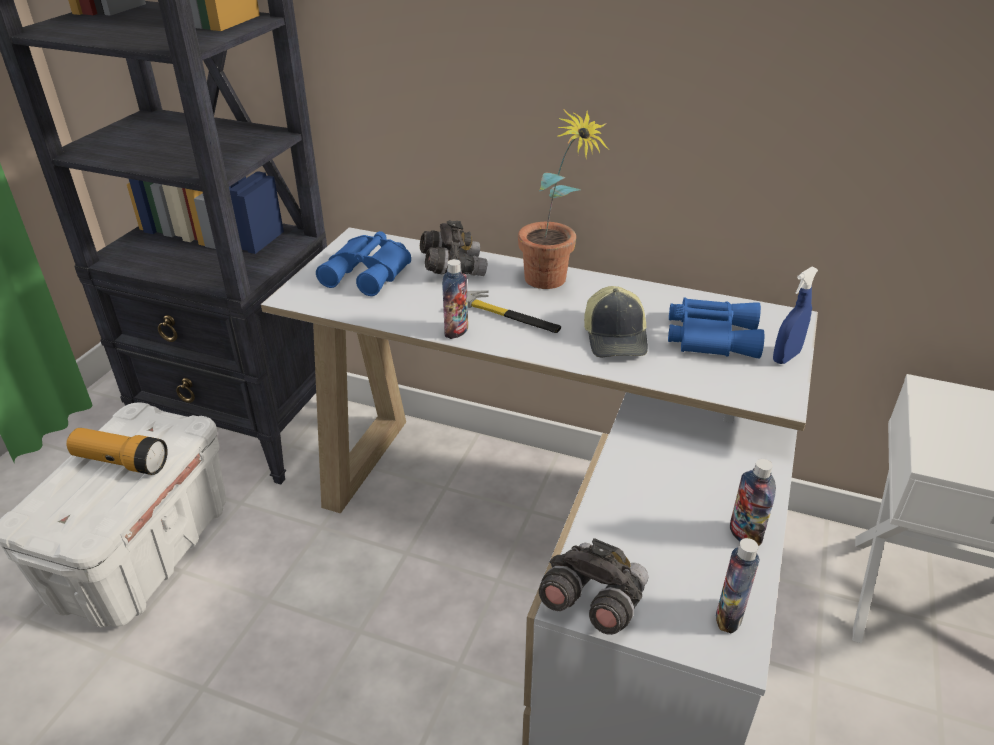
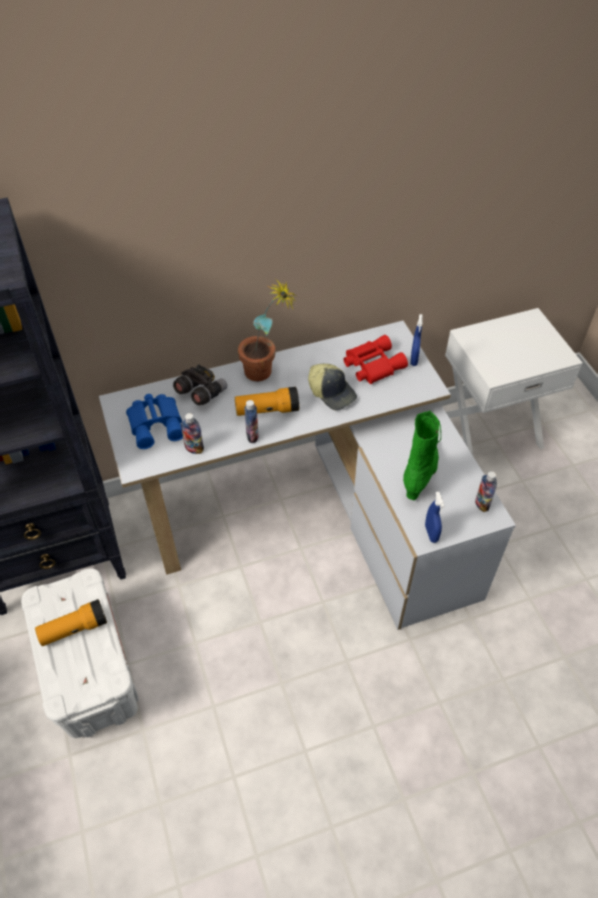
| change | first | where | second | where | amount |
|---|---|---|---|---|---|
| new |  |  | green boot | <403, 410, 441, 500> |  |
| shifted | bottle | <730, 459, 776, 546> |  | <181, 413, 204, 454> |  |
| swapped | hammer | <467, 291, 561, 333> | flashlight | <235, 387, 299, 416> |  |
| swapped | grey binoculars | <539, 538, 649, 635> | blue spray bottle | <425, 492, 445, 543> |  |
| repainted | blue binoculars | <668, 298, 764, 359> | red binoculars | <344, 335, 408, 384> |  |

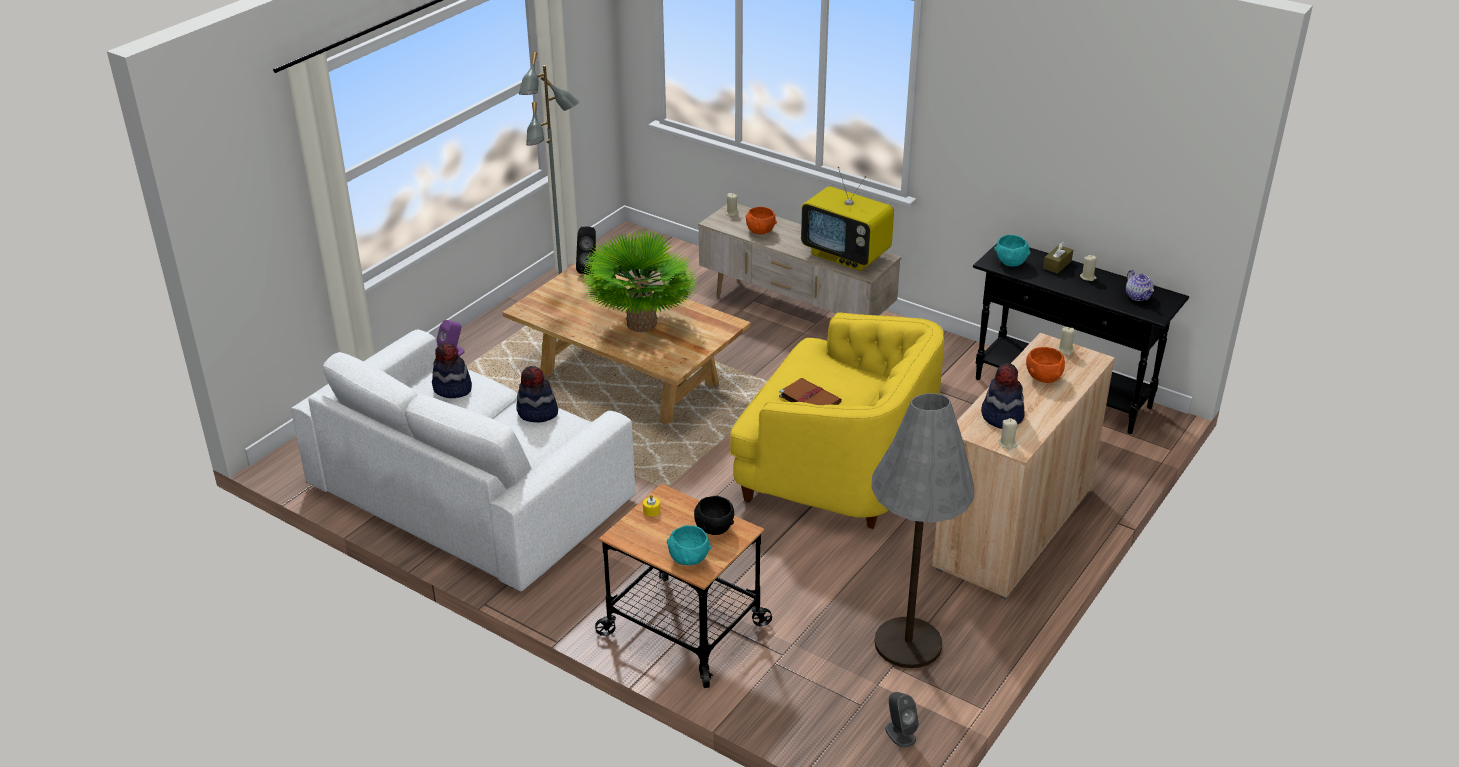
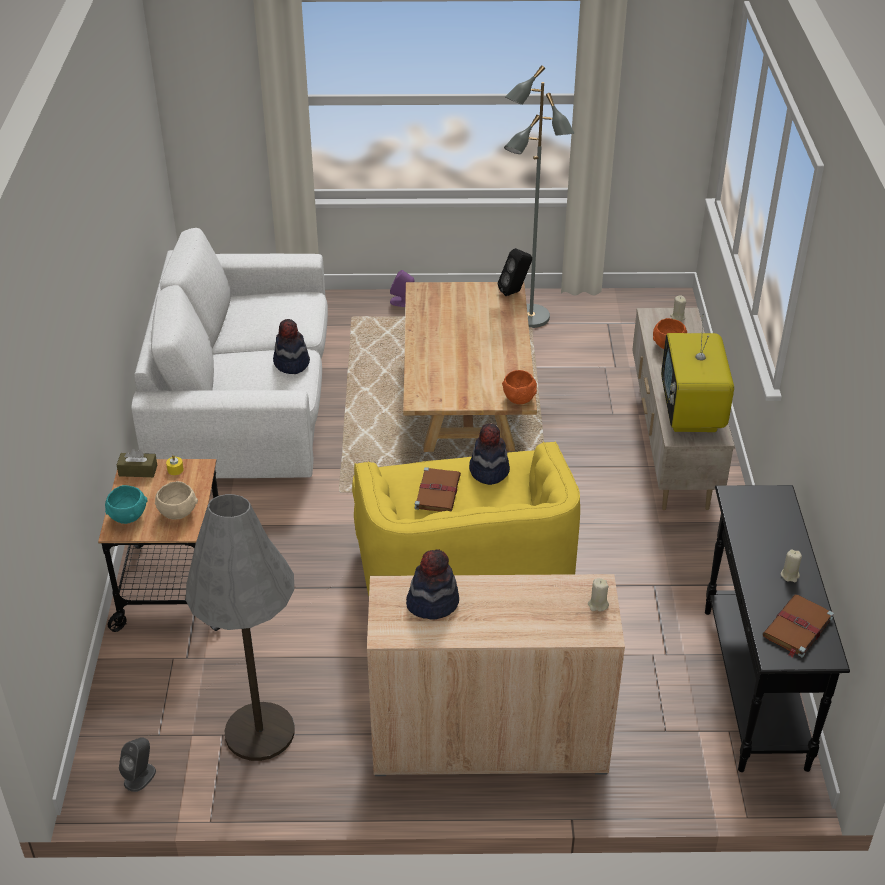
| change | first | where | second | where | amount |
|---|---|---|---|---|---|
| gone | potted plant | <580, 229, 697, 332> |  |  |  |
| gone | turquoise bowl | <994, 235, 1030, 267> |  |  |  |
| gone | beige candle | <999, 418, 1017, 450> |  |  |  |
| shifted | hat | <432, 342, 472, 398> |  | <469, 423, 510, 485> |  |
| shifted | orange bowl | <1026, 347, 1065, 383> |  | <502, 370, 537, 404> |  |
| shifted | brown tissue box | <1043, 242, 1073, 274> |  | <117, 449, 157, 477> |  |
| swapped | teapot | <1126, 270, 1154, 301> | brown book | <763, 594, 834, 657> |  |
| repainted | black bowl | <694, 496, 734, 535> | beige bowl | <155, 481, 198, 520> |  |

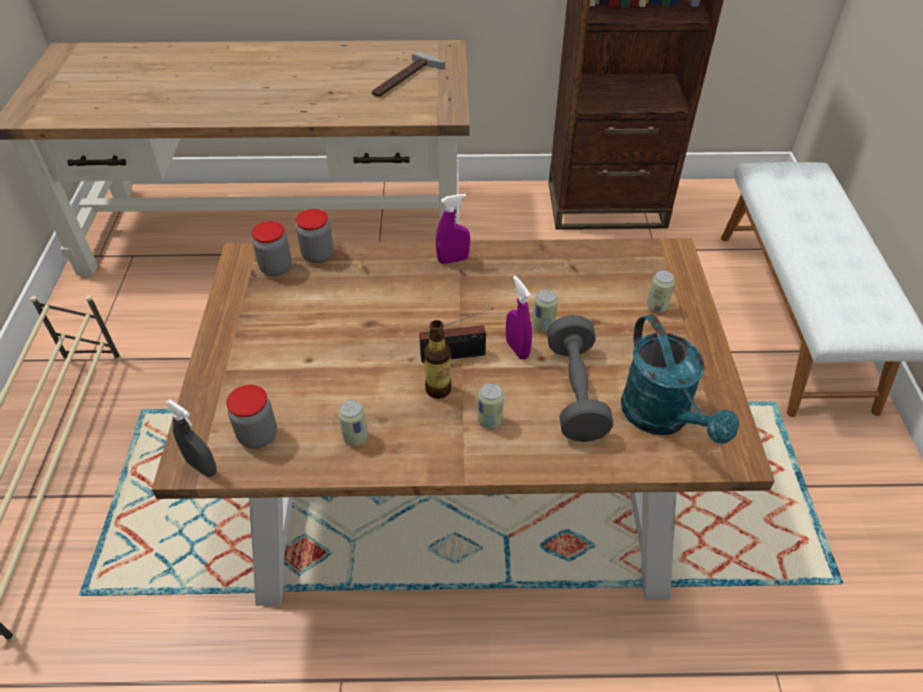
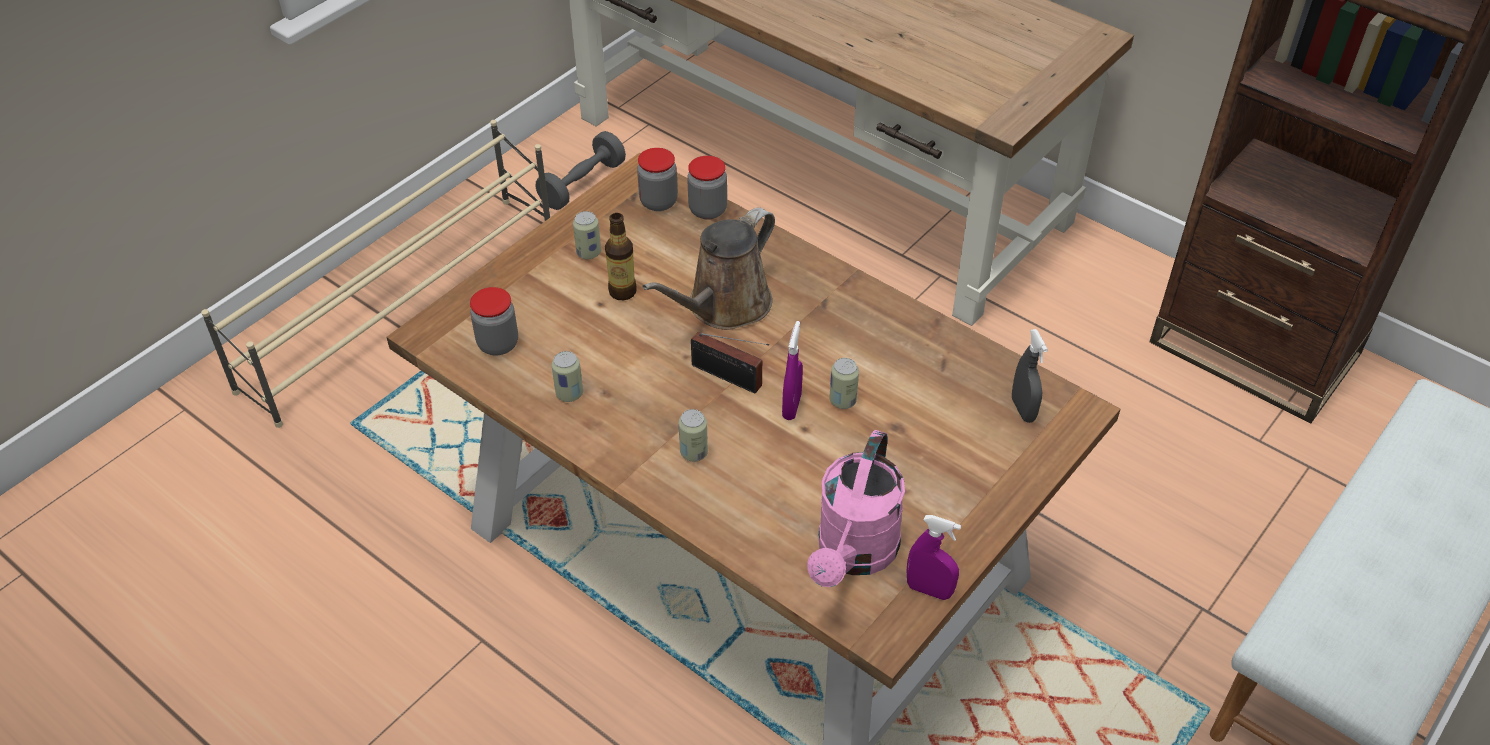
| change | first | where | second | where | amount |
|---|---|---|---|---|---|
| gone | hammer | <372, 51, 445, 97> |  |  |  |
| new |  |  | brown watering can | <642, 207, 775, 330> |  |
| shifted | grey spray bottle | <165, 399, 217, 477> |  | <1012, 329, 1048, 423> |  |
| shifted | bottle | <424, 320, 452, 399> |  | <605, 213, 636, 300> |  |
| shifted | purple spray bottle | <436, 194, 470, 264> |  | <907, 515, 961, 600> |  |
| shifted | grey dumbbell | <547, 315, 613, 442> |  | <536, 131, 626, 210> |  |
| shifted | can | <647, 270, 675, 312> |  | <573, 211, 601, 259> |  |
| repainted | turquoise watering can | <621, 315, 739, 444> | pink watering can | <807, 430, 905, 587> |  |

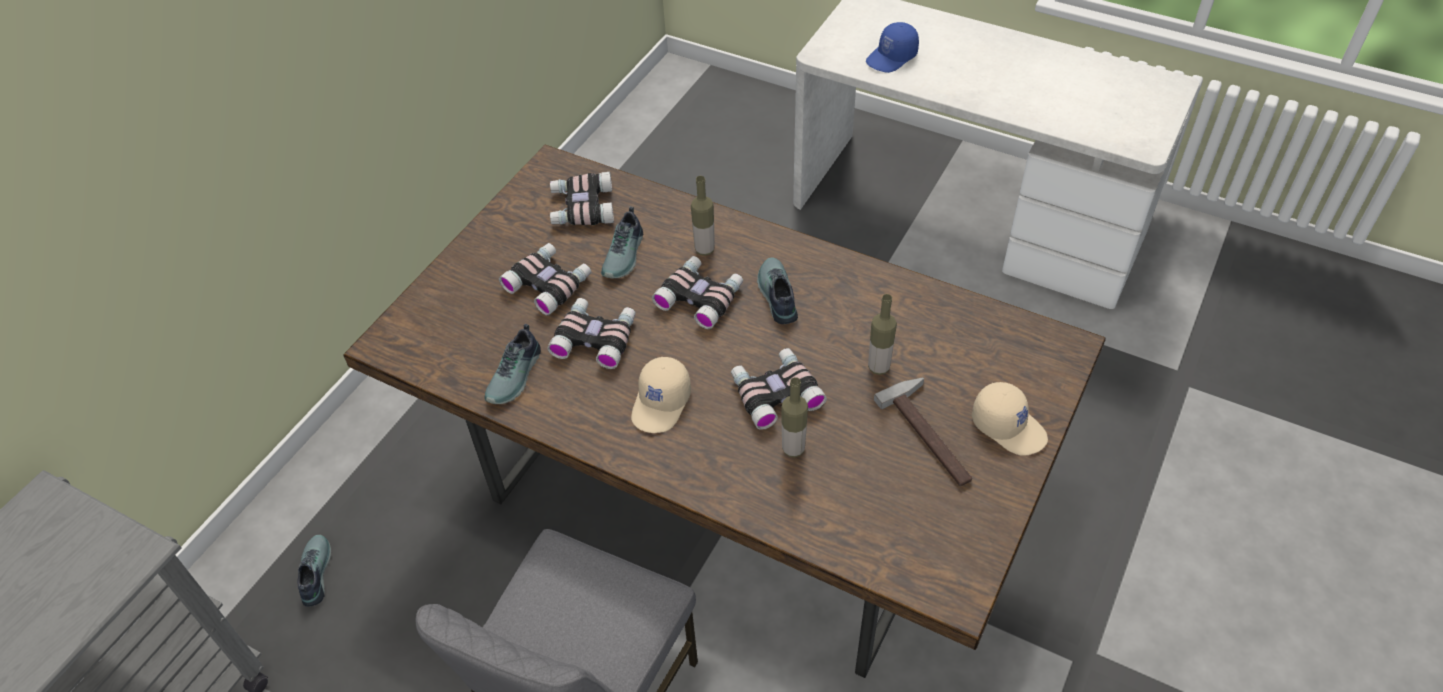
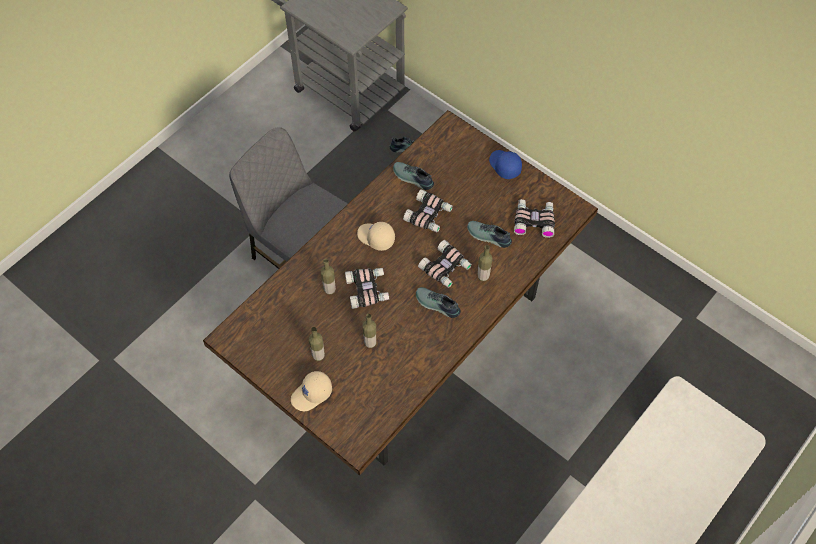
| change | first | where | second | where | amount |
|---|---|---|---|---|---|
| gone | binoculars | <499, 243, 591, 316> |  |  |  |
| shifted | blue cap | <866, 22, 919, 73> |  | <489, 150, 522, 179> |  |
| swapped | hammer | <874, 377, 972, 486> | bottle | <309, 327, 325, 361> |  |
| rotated | shoe | <757, 257, 798, 324> |  | <416, 287, 461, 318> | 150 degrees counterclockwise |

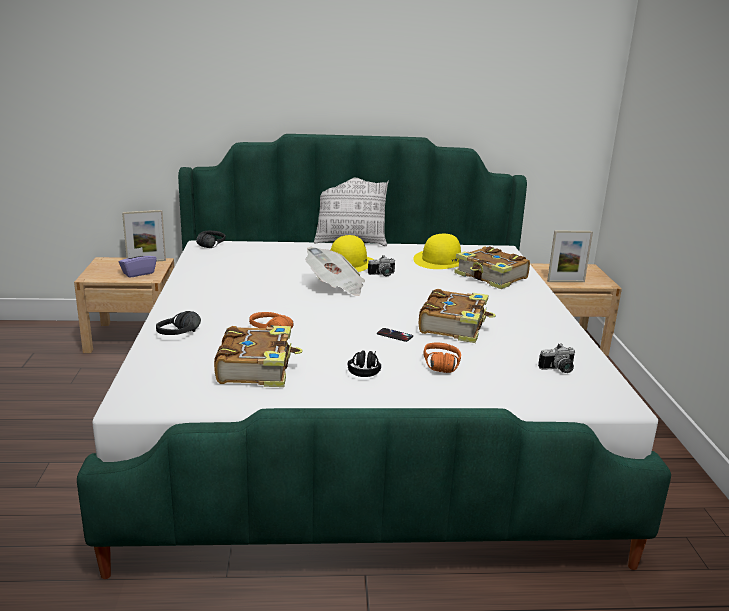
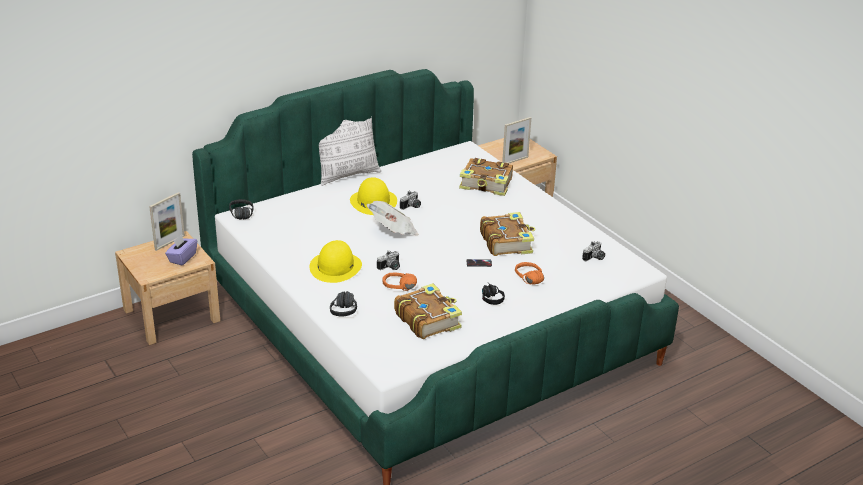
| change | first | where | second | where | amount |
|---|---|---|---|---|---|
| new |  |  | photo camera | <377, 250, 400, 270> |  |
| shifted | yellow hat | <413, 234, 461, 269> |  | <309, 240, 362, 283> |  |

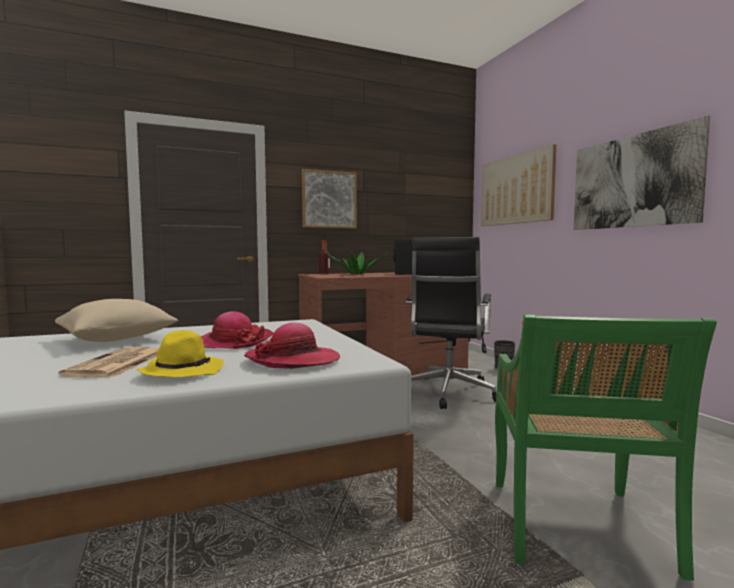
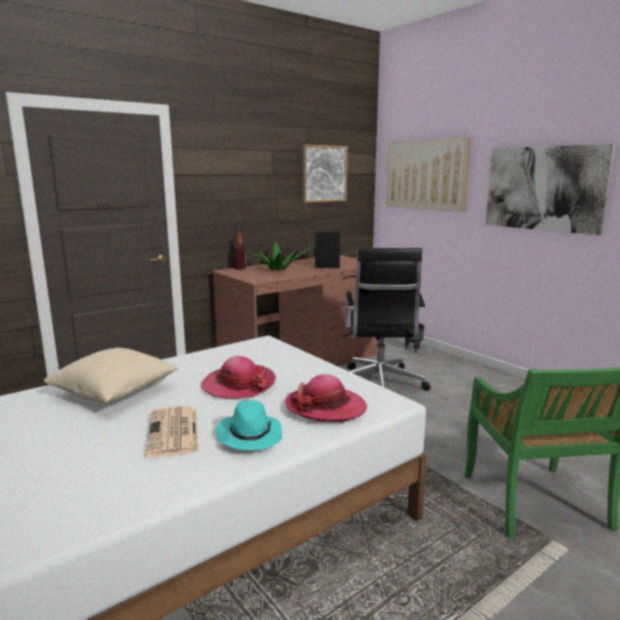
| change | first | where | second | where | amount |
|---|---|---|---|---|---|
| shifted | picture | <302, 169, 357, 228> |  | <303, 144, 348, 203> |  |
| repainted | yellow hat | <137, 330, 224, 377> | turquoise hat | <216, 400, 282, 450> |  |

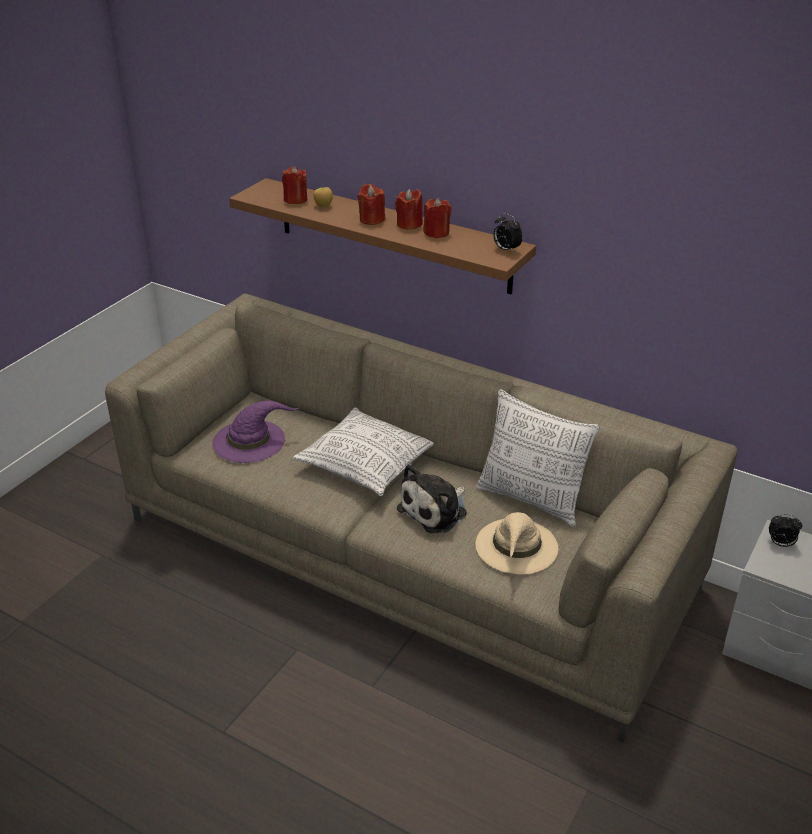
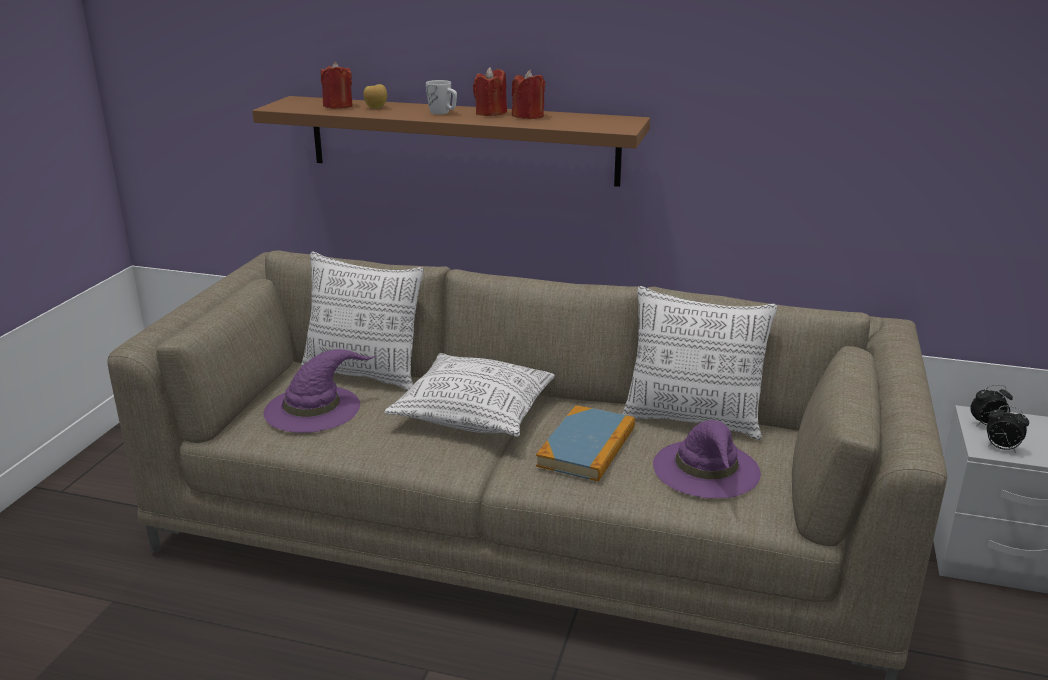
| change | first | where | second | where | amount |
|---|---|---|---|---|---|
| new |  |  | pillow | <301, 252, 424, 391> |  |
| shifted | alarm clock | <493, 213, 523, 252> |  | <987, 406, 1029, 453> |  |
| swapped | red candle | <358, 184, 385, 225> | white mug | <426, 80, 457, 115> |  |
| swapped | plush toy | <397, 464, 467, 534> | book | <536, 405, 635, 481> |  |
| repainted | beige hat | <476, 512, 558, 574> | purple hat | <653, 420, 761, 498> |  |

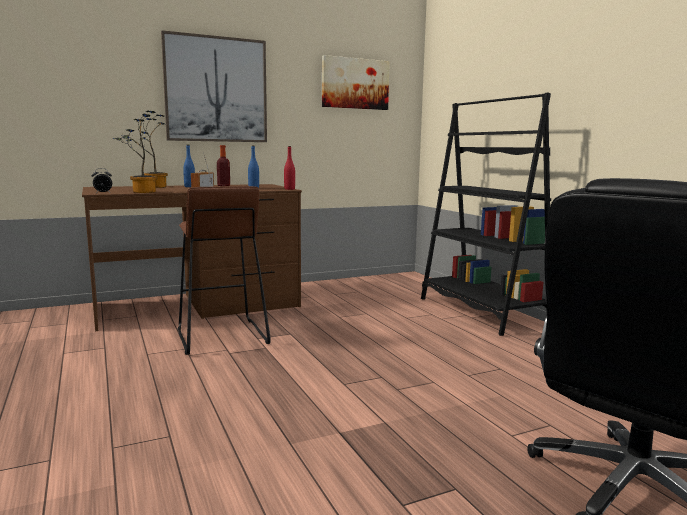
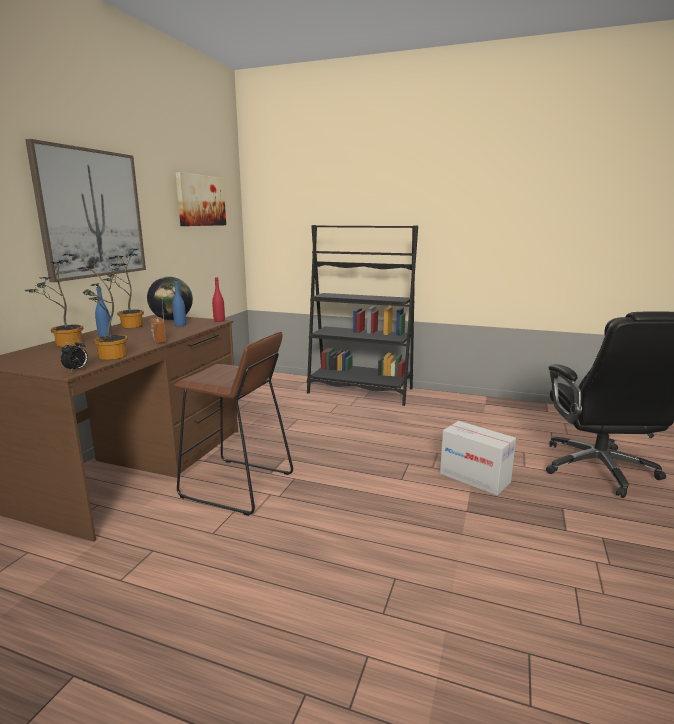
| change | first | where | second | where | amount |
|---|---|---|---|---|---|
| new |  |  | globe | <147, 277, 193, 320> |  |
| new |  |  | cardboard box | <440, 421, 516, 495> |  |
| swapped | bottle | <217, 145, 230, 186> | potted plant | <102, 249, 144, 328> |  |

